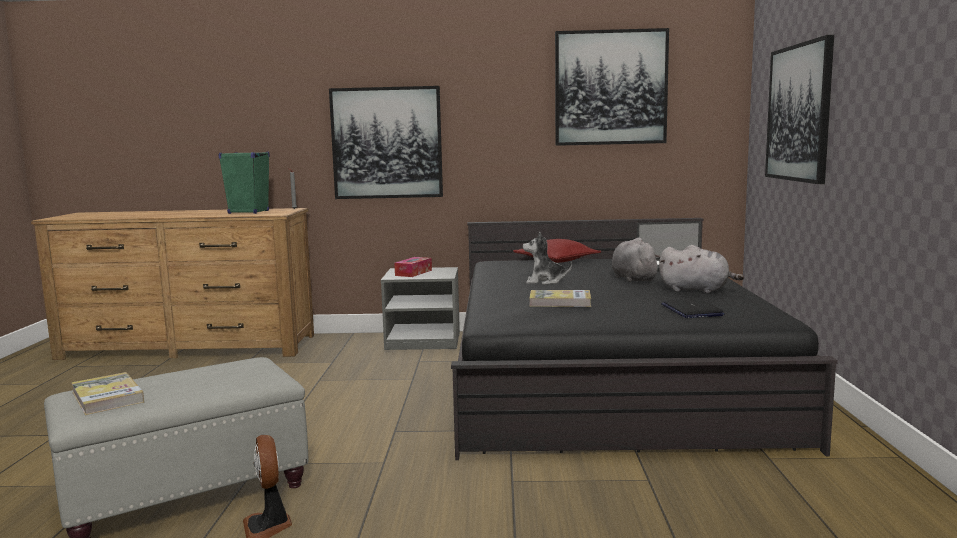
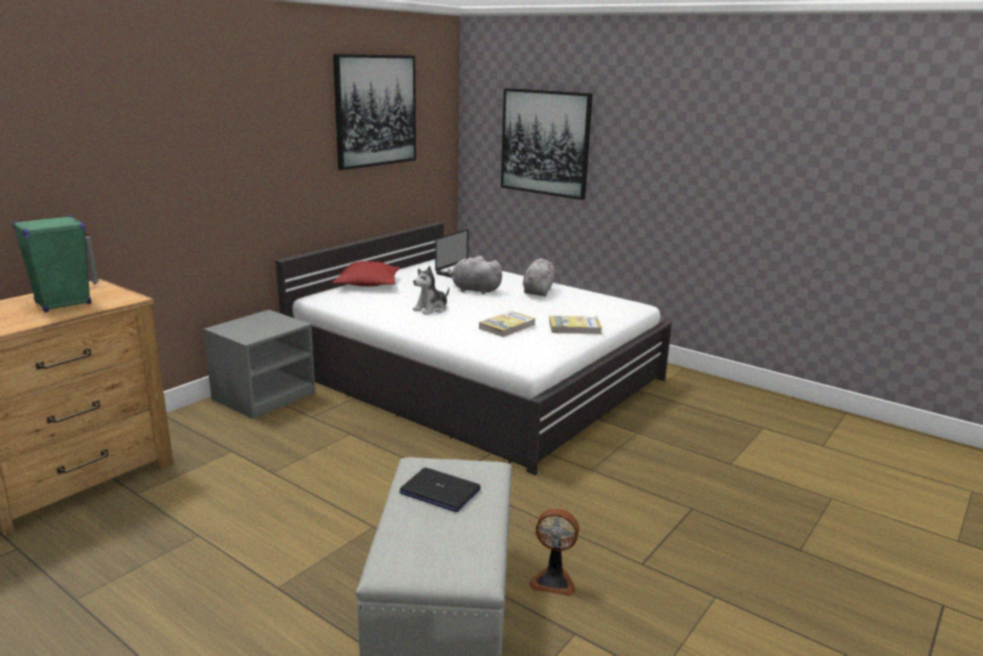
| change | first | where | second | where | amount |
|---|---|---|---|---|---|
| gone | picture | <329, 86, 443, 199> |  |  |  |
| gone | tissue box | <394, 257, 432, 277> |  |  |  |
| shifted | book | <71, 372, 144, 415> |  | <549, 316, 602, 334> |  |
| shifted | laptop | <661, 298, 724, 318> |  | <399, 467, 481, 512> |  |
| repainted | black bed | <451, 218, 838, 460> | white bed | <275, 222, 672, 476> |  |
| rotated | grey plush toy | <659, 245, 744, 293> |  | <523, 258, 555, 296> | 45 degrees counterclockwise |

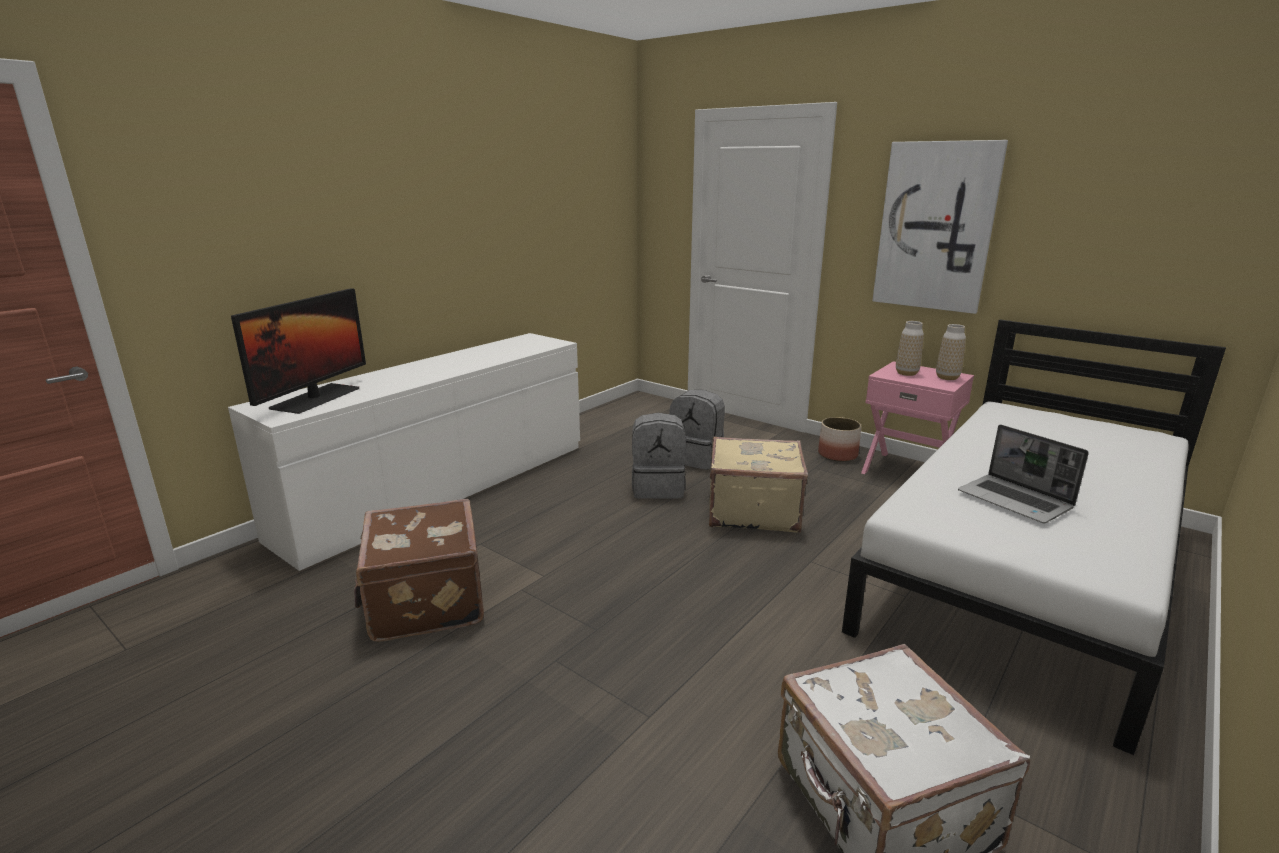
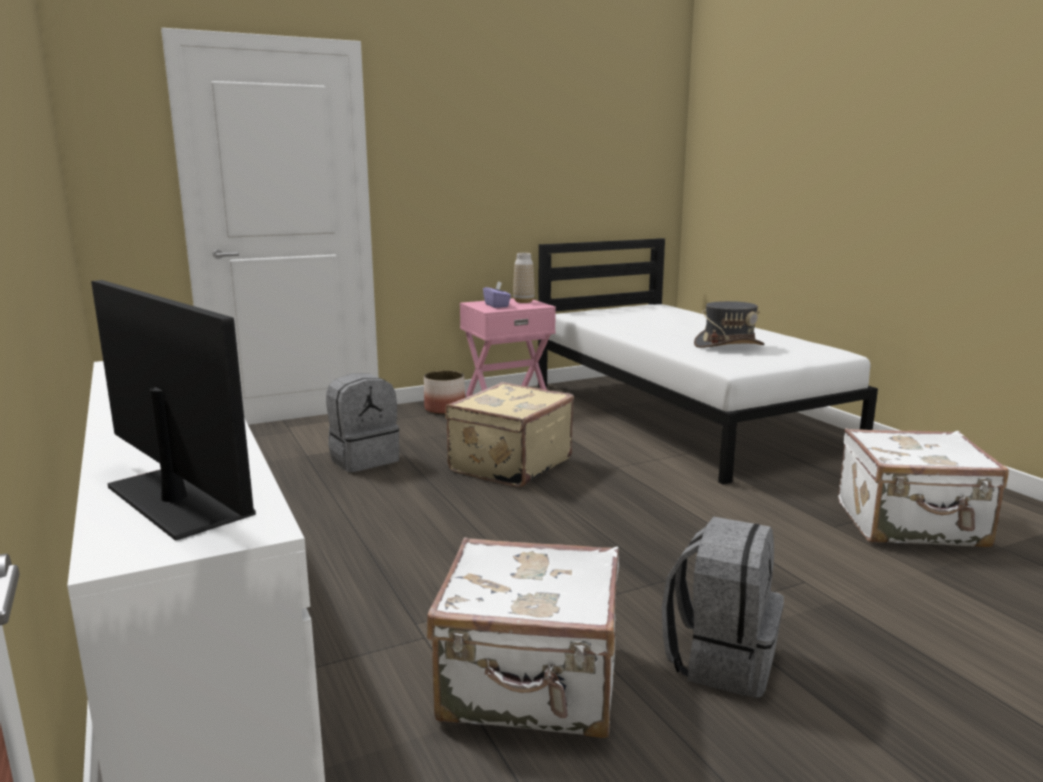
| change | first | where | second | where | amount |
|---|---|---|---|---|---|
| gone | picture | <872, 140, 1008, 314> |  |  |  |
| shifted | grey backpack | <632, 413, 686, 499> |  | <662, 516, 784, 698> |  |
| swapped | vase | <896, 321, 924, 376> | purple tissue box | <483, 281, 511, 308> |  |
| swapped | laptop | <958, 425, 1089, 523> | grey hat | <694, 301, 764, 348> |  |
| repainted | brown suitcase | <354, 499, 484, 642> | white suitcase | <427, 537, 619, 738> |  |

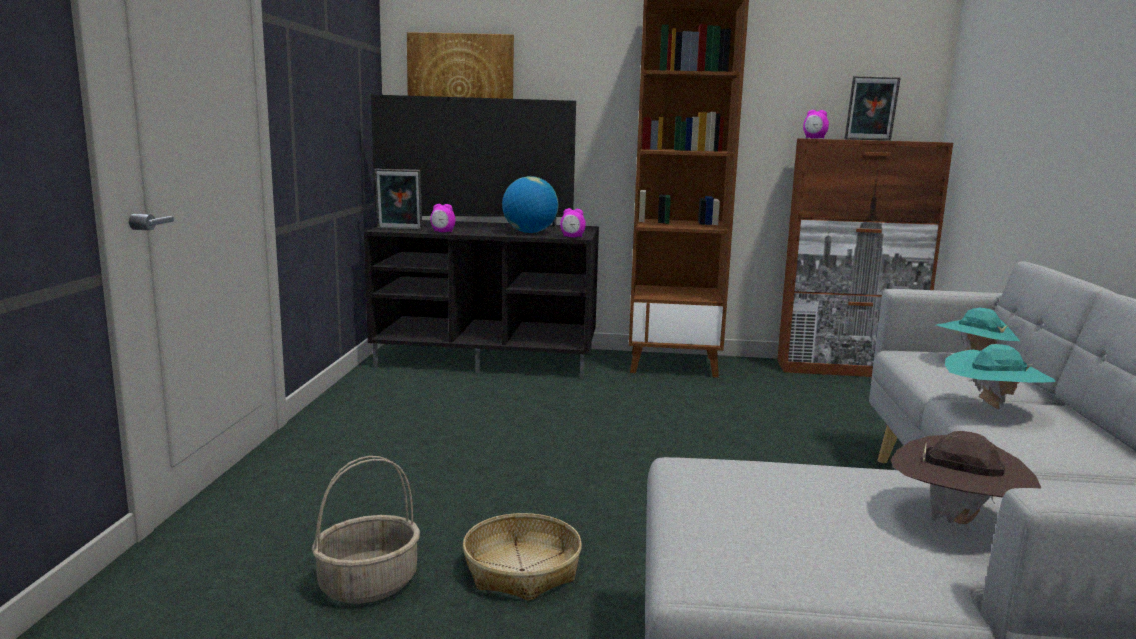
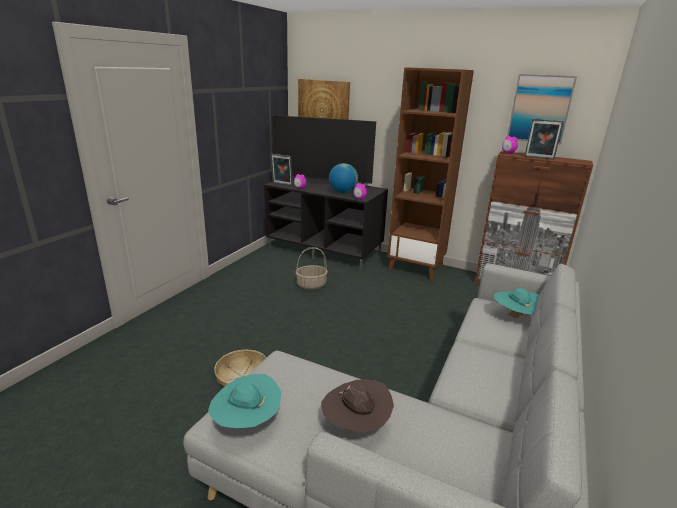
| change | first | where | second | where | amount |
|---|---|---|---|---|---|
| new |  |  | picture | <507, 74, 577, 144> |  |
| shifted | basket | <312, 456, 420, 604> |  | <296, 247, 328, 290> |  |
| shifted | turquoise hat | <945, 344, 1056, 409> |  | <208, 374, 281, 428> |  |

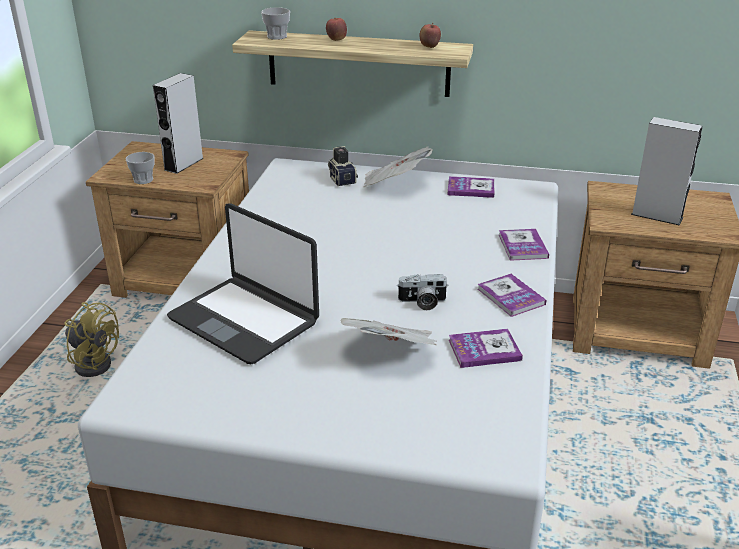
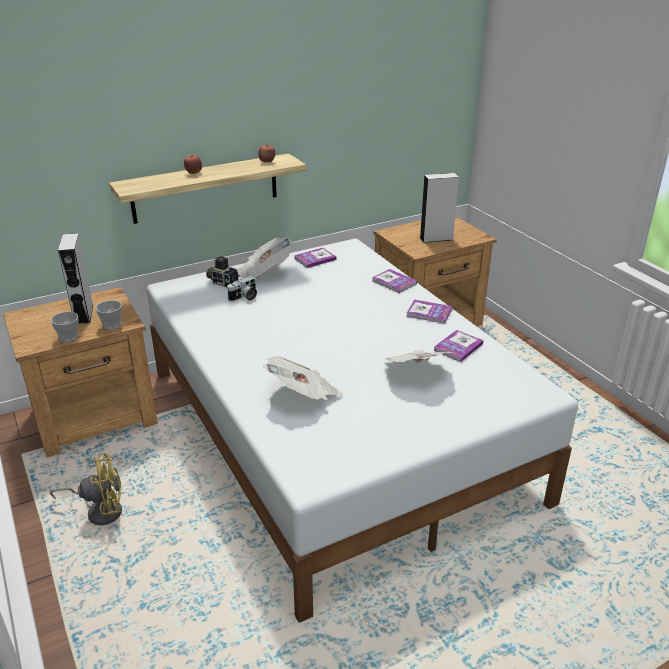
| change | first | where | second | where | amount |
|---|---|---|---|---|---|
| shifted | cup | <261, 7, 290, 40> |  | <96, 300, 122, 330> |  |
| shifted | photo camera | <397, 274, 448, 310> |  | <227, 276, 257, 301> |  |
| swapped | laptop | <167, 204, 319, 364> | newspaper | <263, 356, 343, 400> |  |

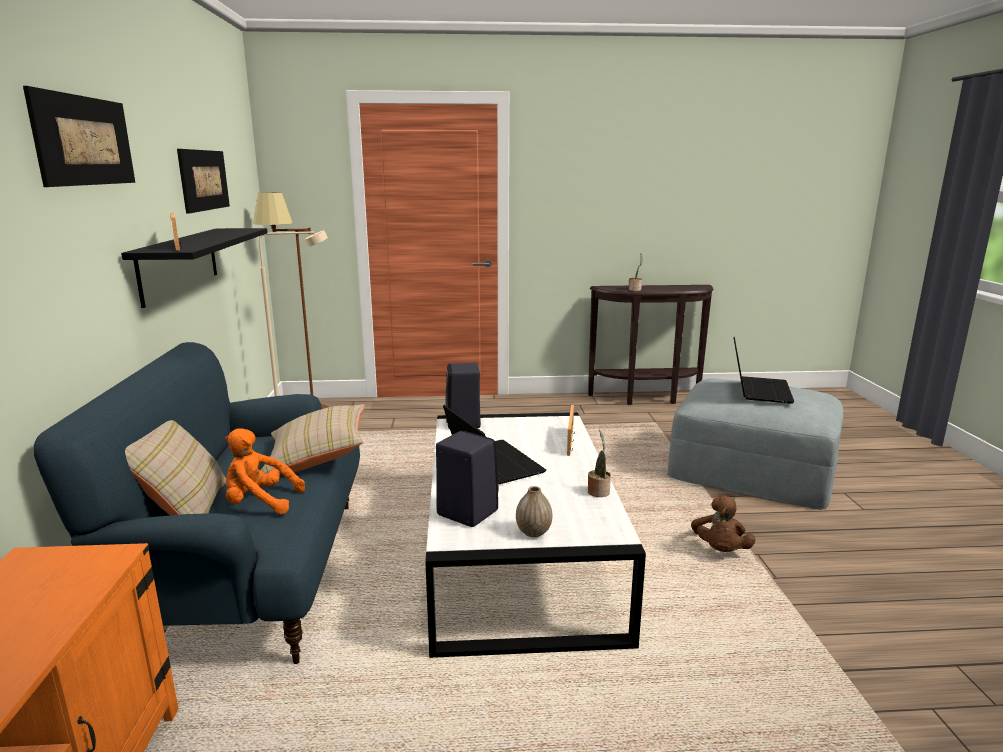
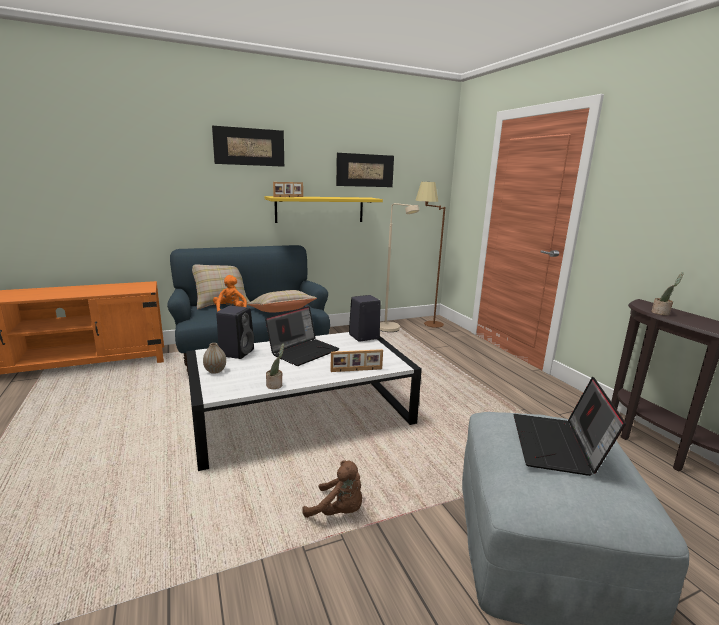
| change | first | where | second | where | amount |
|---|---|---|---|---|---|
| repainted | black shelf | <121, 228, 268, 308> | yellow shelf | <265, 196, 383, 223> |  |
| rotated | brown plush toy | <691, 495, 755, 552> |  | <302, 460, 362, 518> | 150 degrees counterclockwise |
| rotated | laptop | <733, 337, 794, 404> |  | <513, 377, 626, 476> | 105 degrees clockwise |

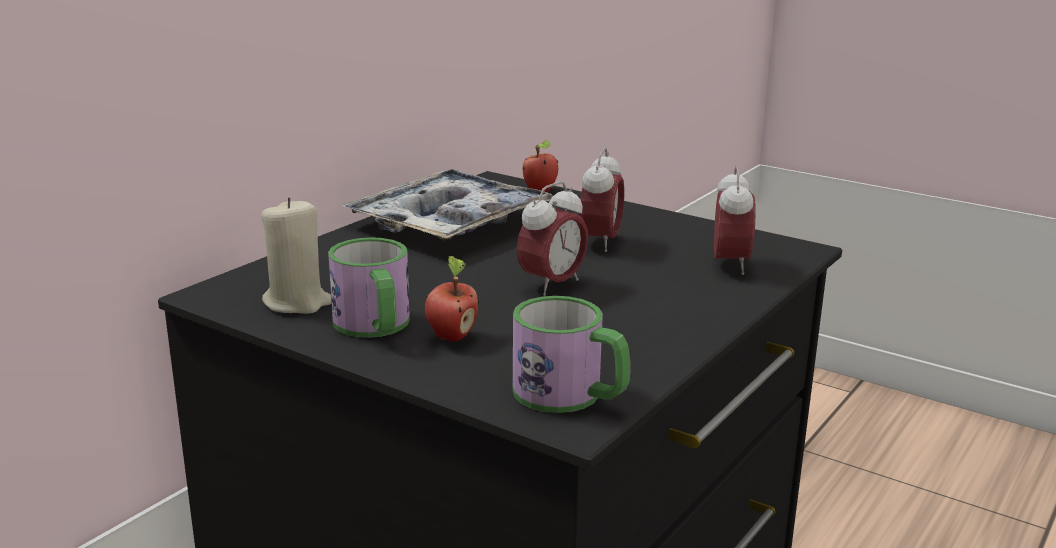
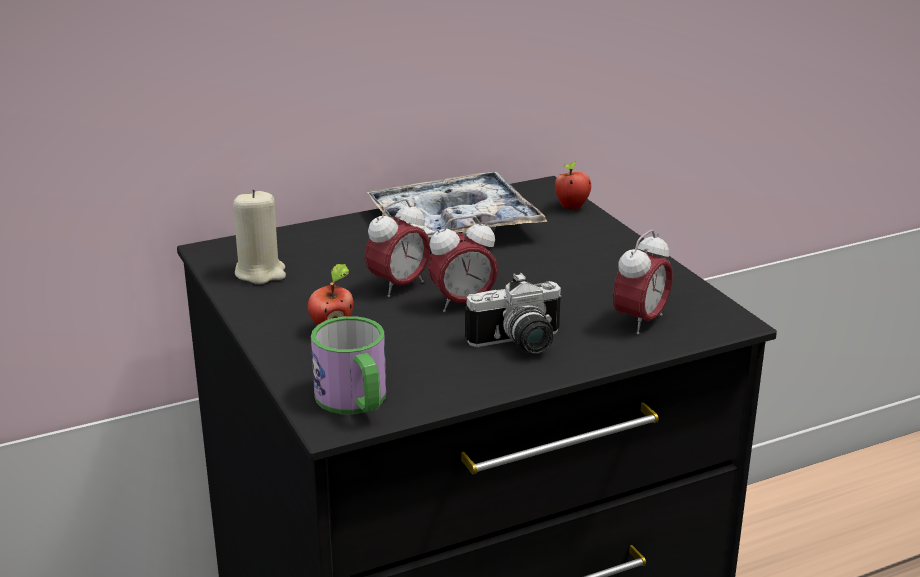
| change | first | where | second | where | amount |
|---|---|---|---|---|---|
| gone | mug | <328, 237, 410, 338> |  |  |  |
| new |  |  | photo camera | <465, 273, 561, 354> |  |
| shifted | alarm clock | <579, 148, 624, 252> |  | <365, 199, 430, 297> |  |

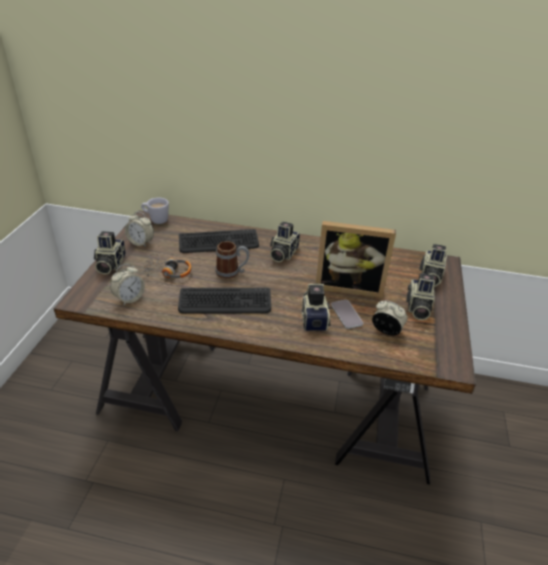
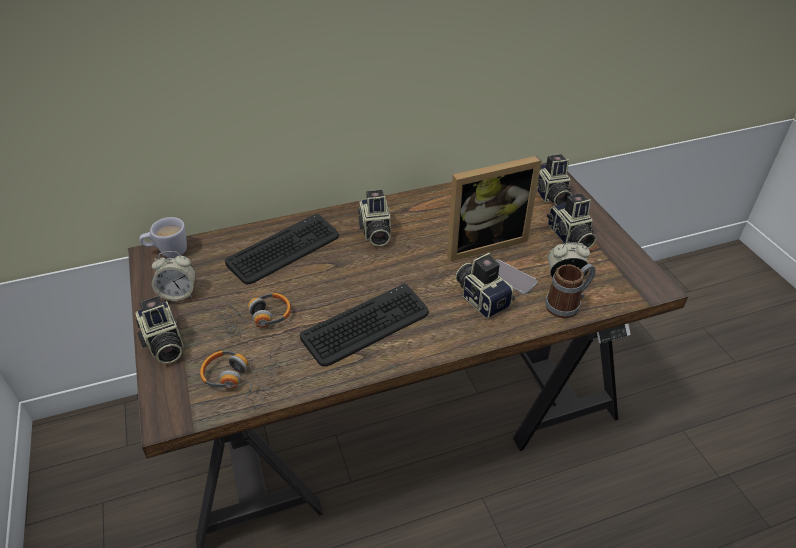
| change | first | where | second | where | amount |
|---|---|---|---|---|---|
| shifted | mug | <215, 241, 249, 279> |  | <545, 264, 596, 318> |  |
| swapped | alarm clock | <111, 264, 145, 305> | headphones | <200, 351, 279, 406> |  |

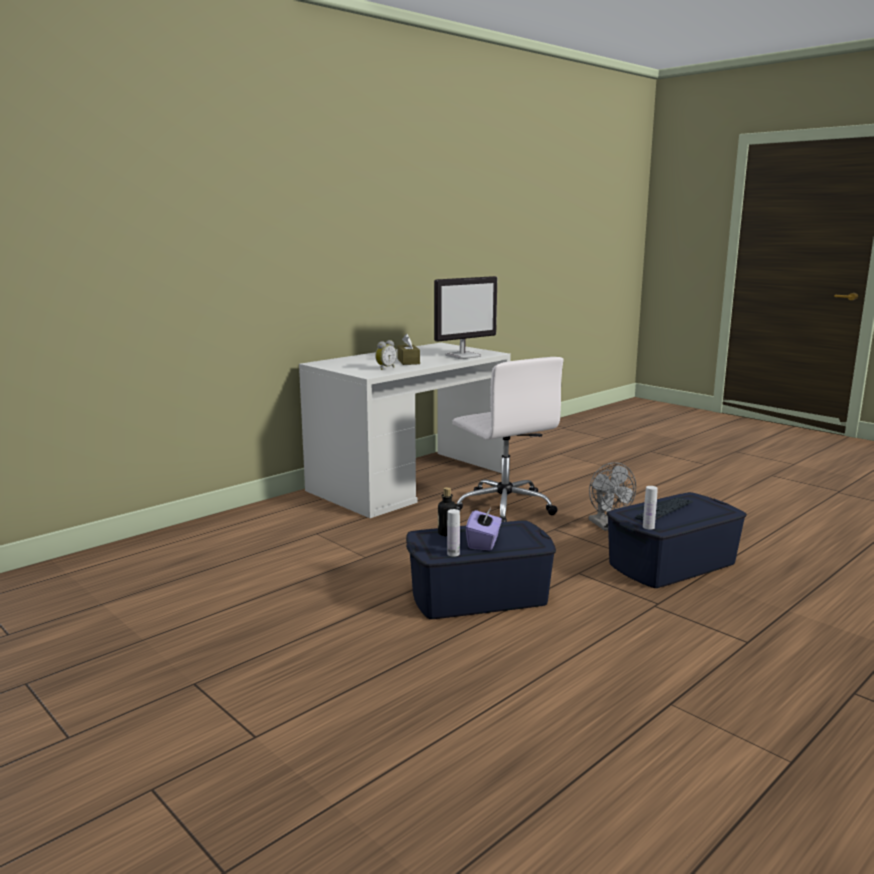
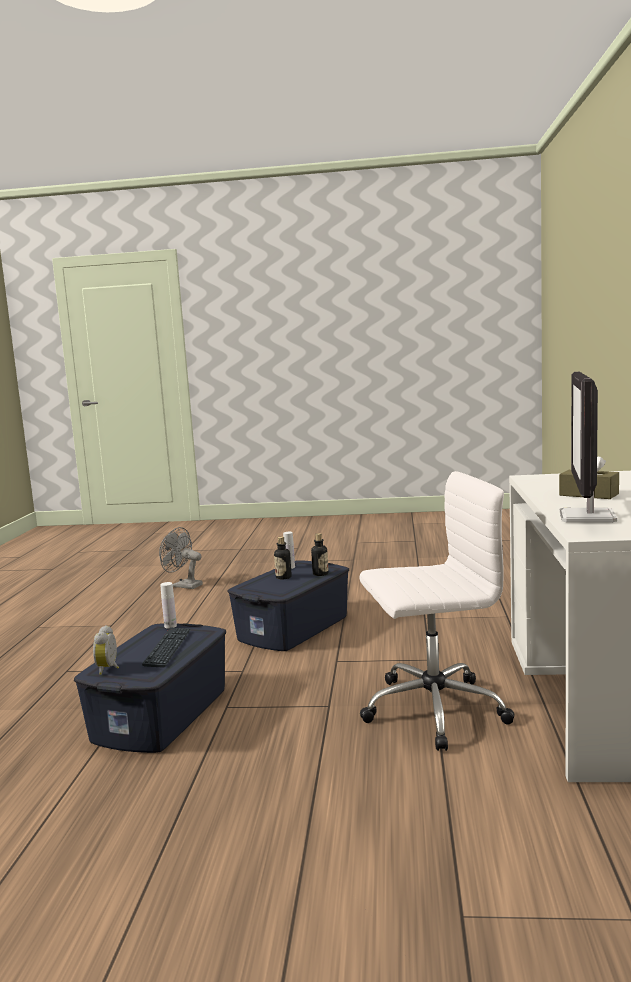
| change | first | where | second | where | amount |
|---|---|---|---|---|---|
| shifted | alarm clock | <375, 340, 397, 370> |  | <93, 625, 119, 675> |  |
| shifted | grey fan | <589, 462, 636, 531> |  | <159, 527, 203, 589> |  |
| swapped | purple tissue box | <466, 506, 502, 551> | bottle | <274, 537, 292, 580> |  |
| rotated | white office chair | <452, 357, 564, 522> |  | <360, 471, 515, 751> | 150 degrees clockwise |

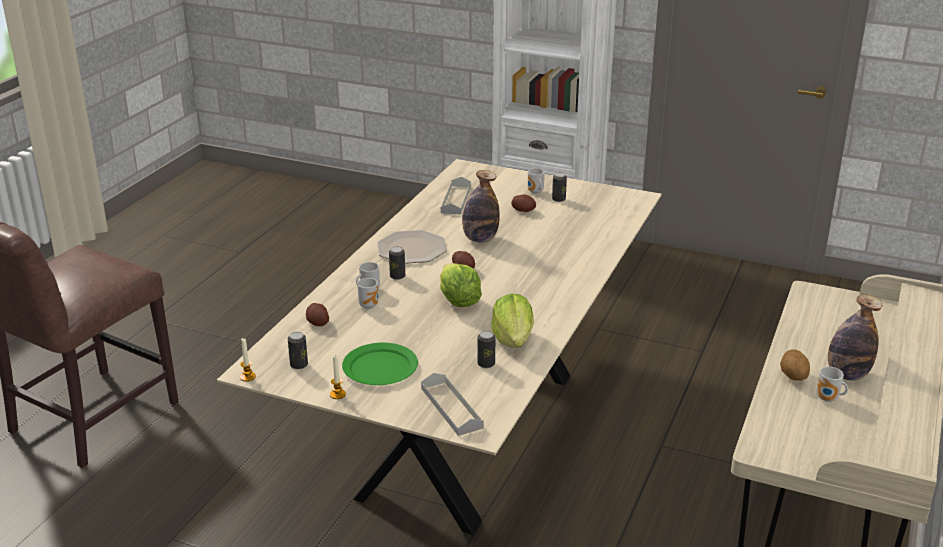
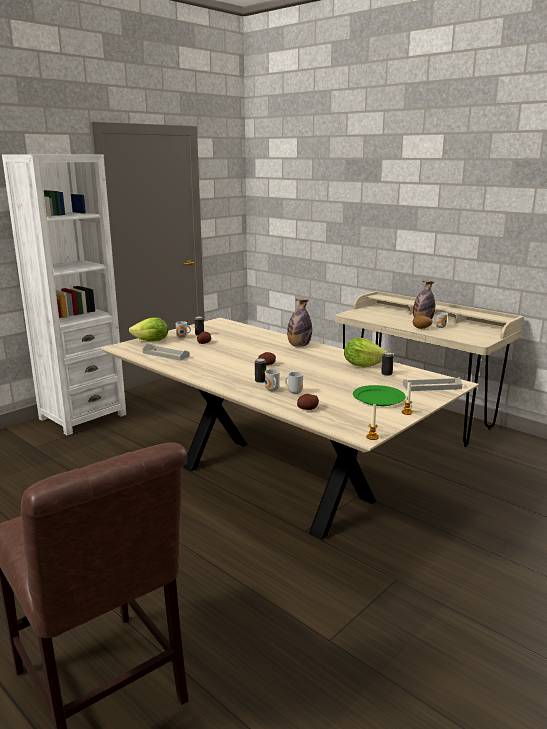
| change | first | where | second | where | amount |
|---|---|---|---|---|---|
| gone | can | <288, 332, 308, 369> |  |  |  |
| gone | plate | <377, 230, 447, 264> |  |  |  |
| shifted | lettuce | <440, 263, 482, 307> |  | <129, 317, 168, 342> |  |
| shifted | bottle | <462, 170, 500, 243> |  | <287, 298, 312, 347> |  |

